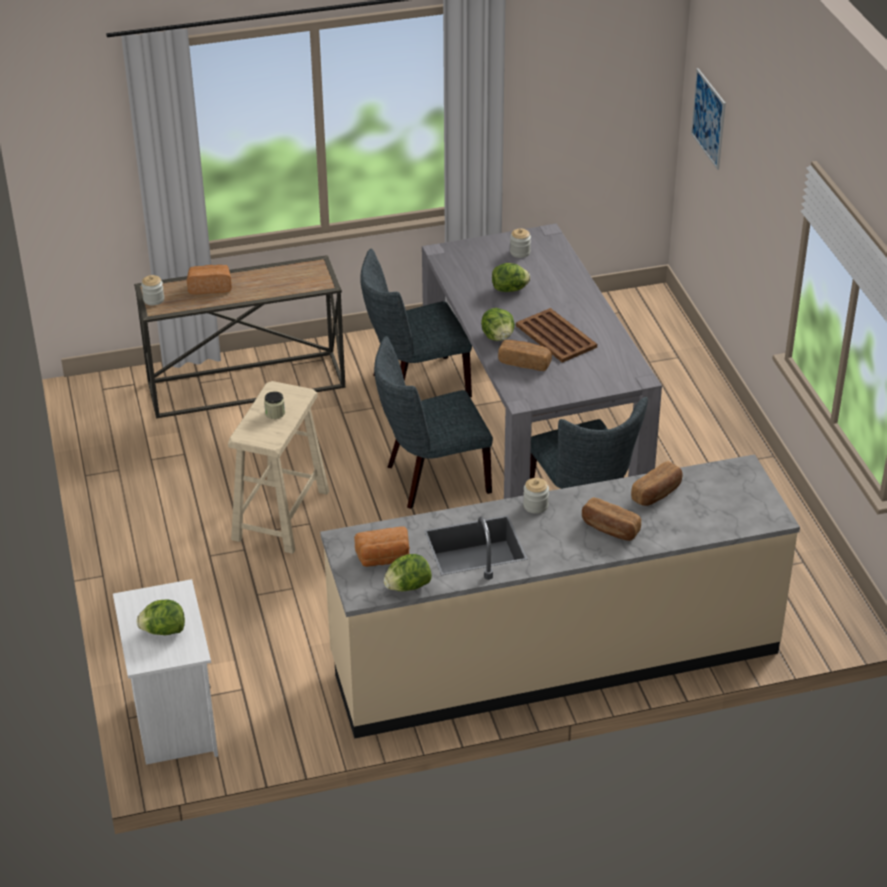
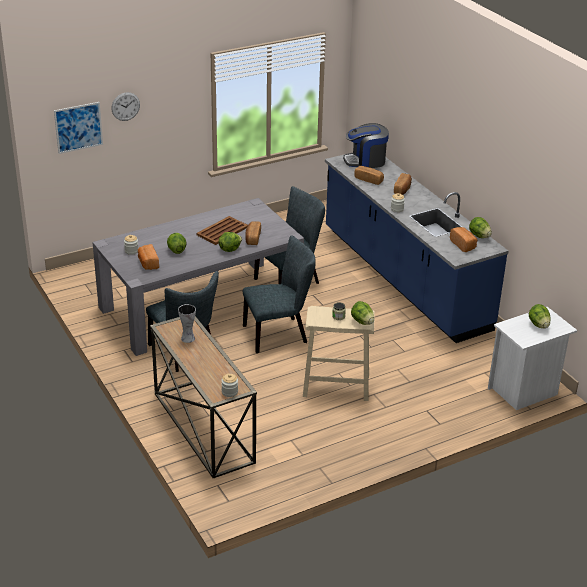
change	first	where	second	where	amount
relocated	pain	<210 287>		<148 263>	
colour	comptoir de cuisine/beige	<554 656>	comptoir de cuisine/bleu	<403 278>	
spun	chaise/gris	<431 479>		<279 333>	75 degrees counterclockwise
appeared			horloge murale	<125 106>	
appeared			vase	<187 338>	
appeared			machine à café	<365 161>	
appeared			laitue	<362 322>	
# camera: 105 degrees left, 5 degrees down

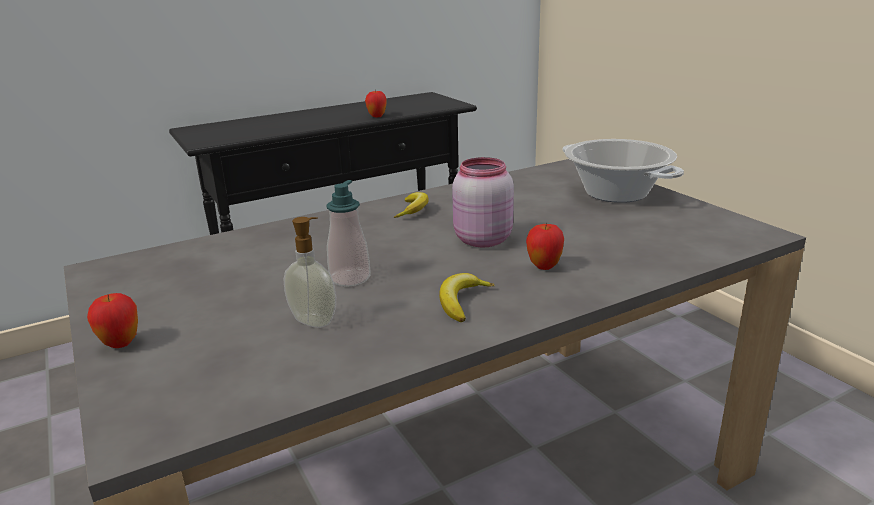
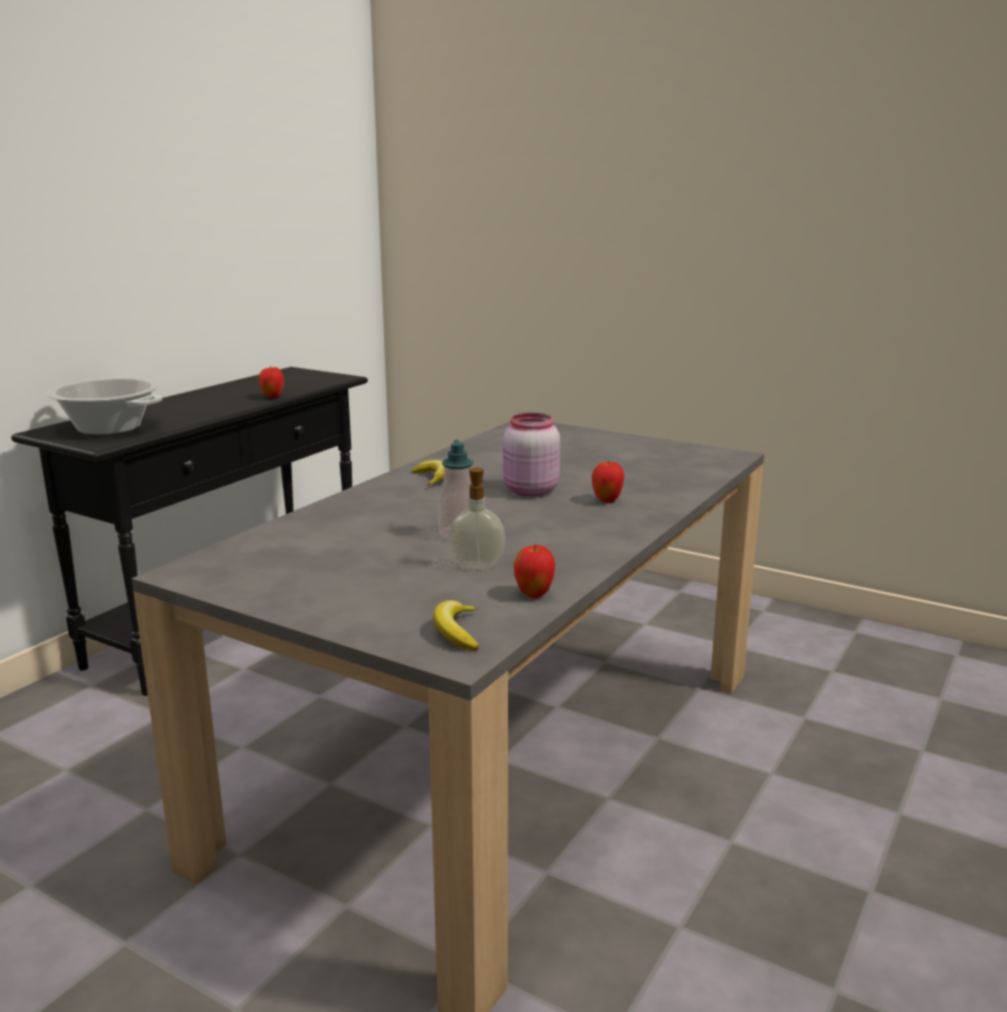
change	first	where	second	where	amount
relocated	pomme	<120 344>		<534 595>	
relocated	banane	<462 302>		<457 632>	
relocated	marmite	<616 193>		<109 428>	
# camera: 30 degrees left, 5 degrees down

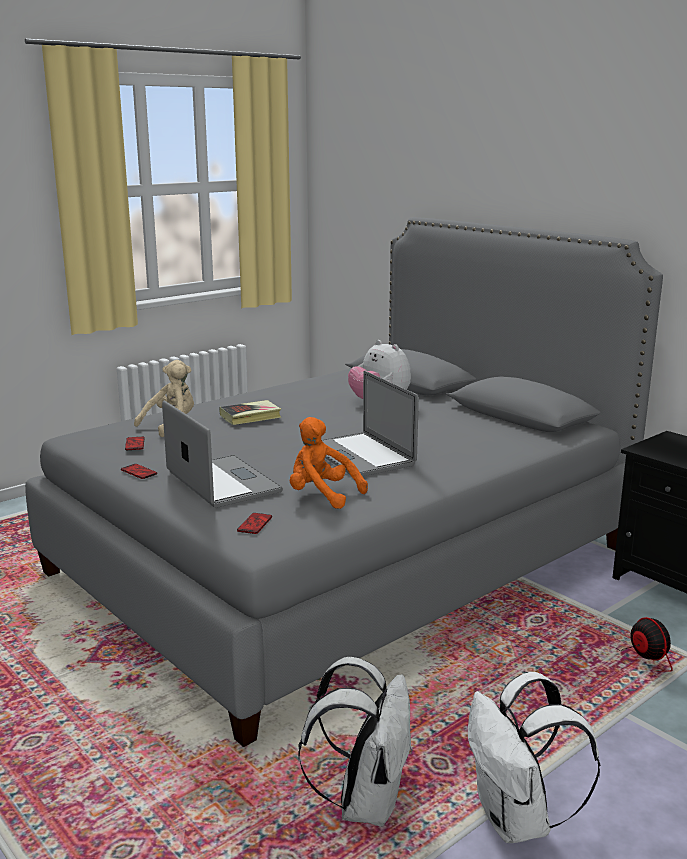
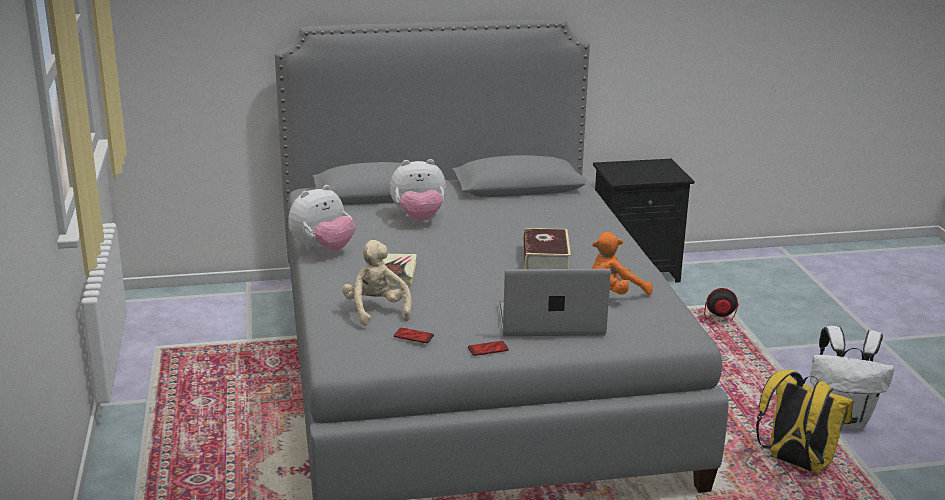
change	first	where	second	where	amount
missing	téléphone	<255 524>			
colour	sac à dos/blanc	<365 801>	sac à dos/jaune	<795 463>	
exchanged	ordinateur portable	<360 455>	livre	<545 259>	
appeared			peluche	<323 250>	
# camera: 60 degrees left, 5 degrees up

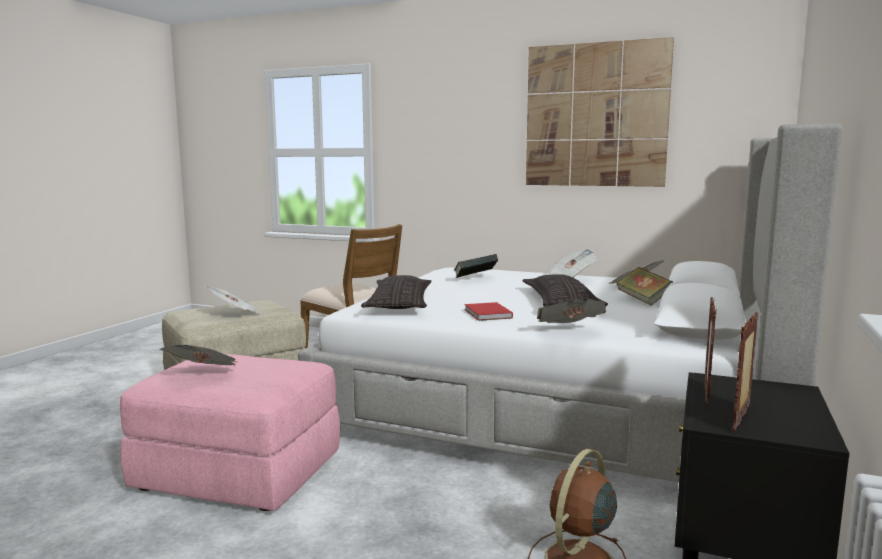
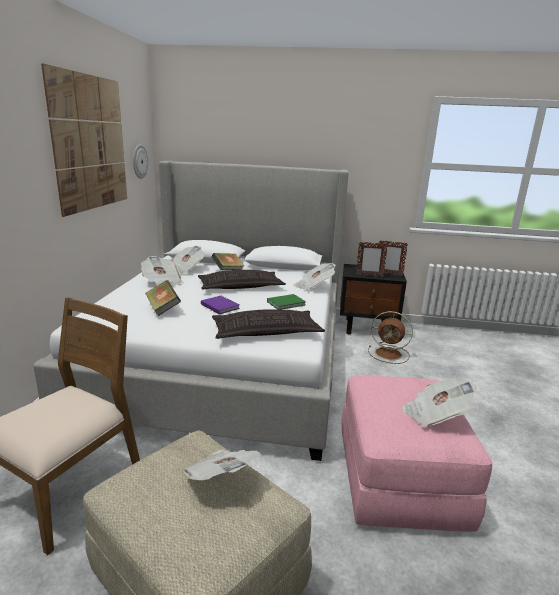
change	first	where	second	where	amount
colour	livre/rouge	<487 314>	livre/vert	<287 303>	
appeared			horloge murale	<139 161>	
appeared			livre/violet	<220 306>	
# camera: 105 degrees left, 10 degrees up

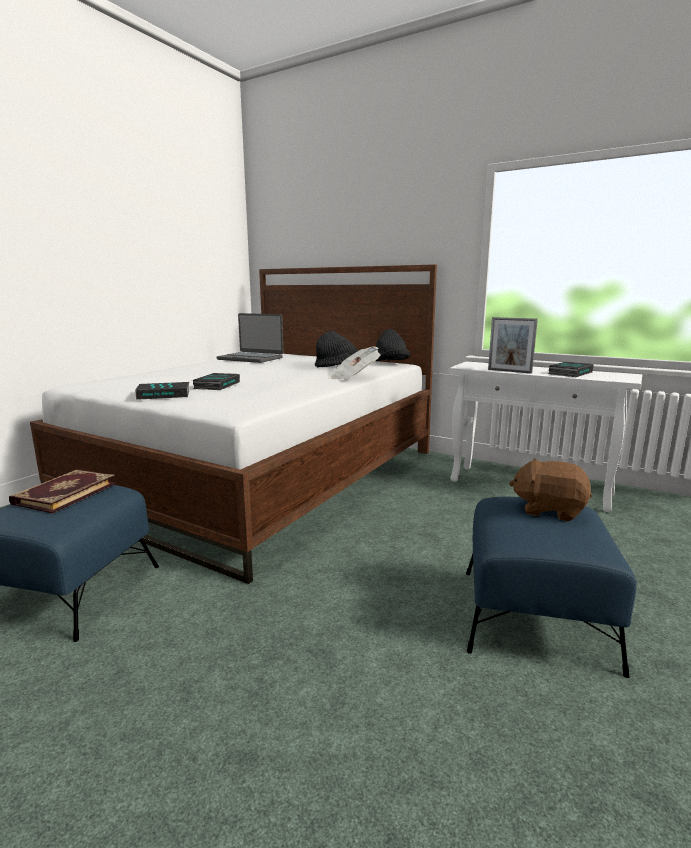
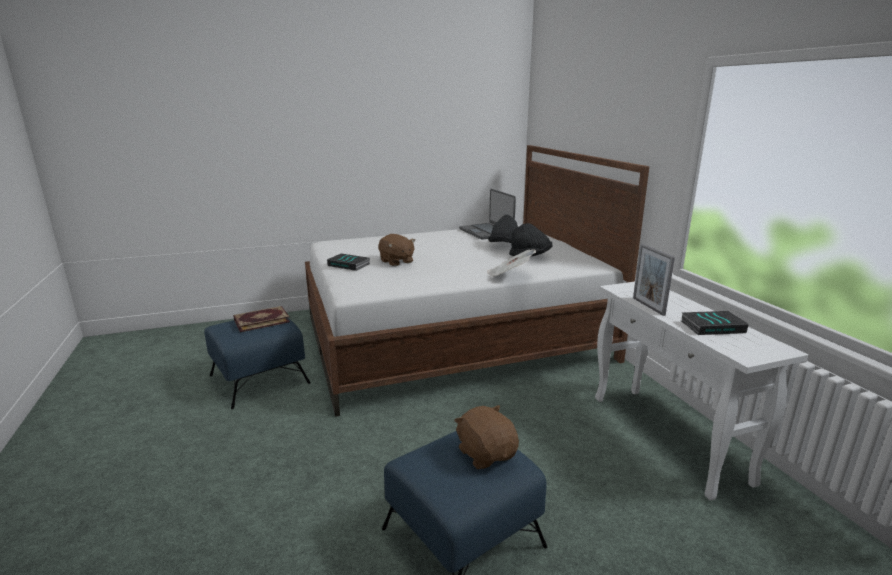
change	first	where	second	where	amount
exchanged	livre	<216 385>	peluche/marron	<396 262>	
relocated	chapeau/noir	<390 363>		<504 246>	
# camera: 40 degrees right, 5 degrees up

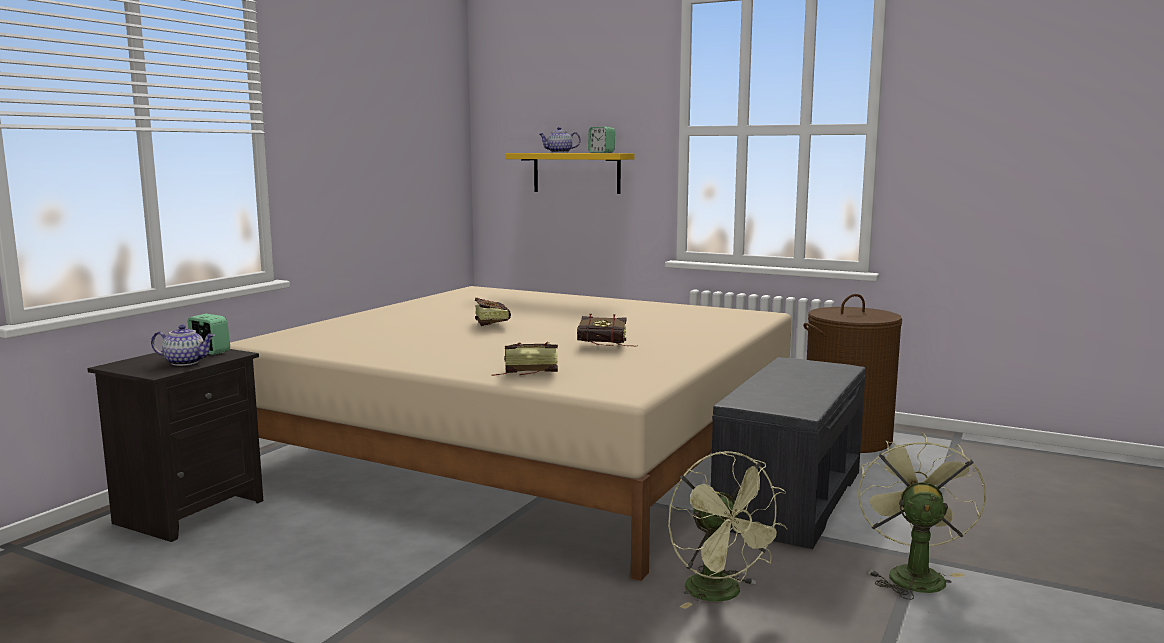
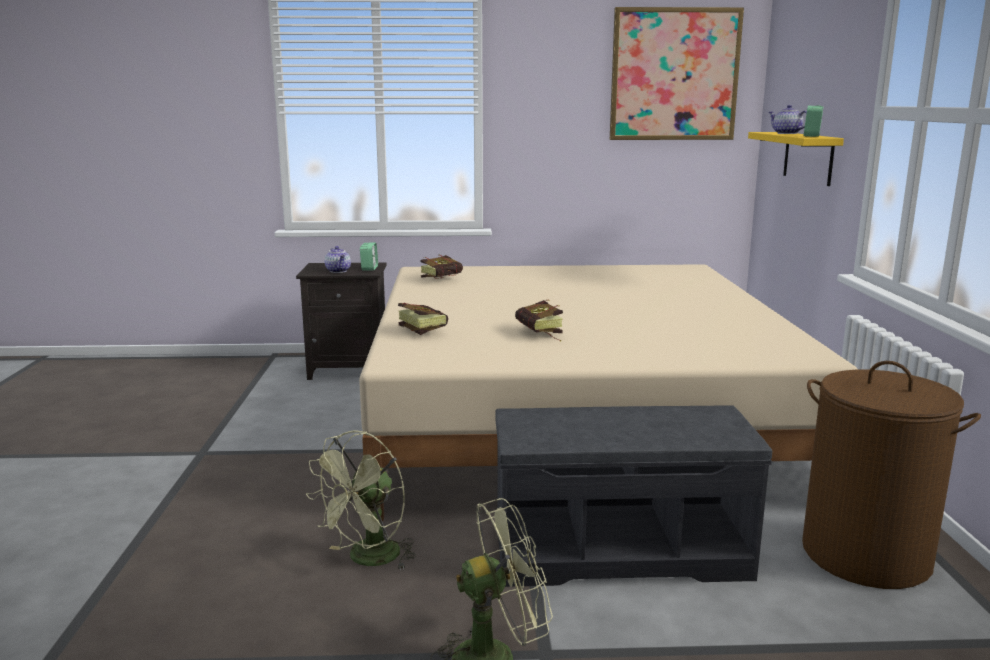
change	first	where	second	where	amount
relocated	livre	<491 324>		<444 279>	
appeared			tableau	<674 75>	
# camera: 60 degrees right, 5 degrees up

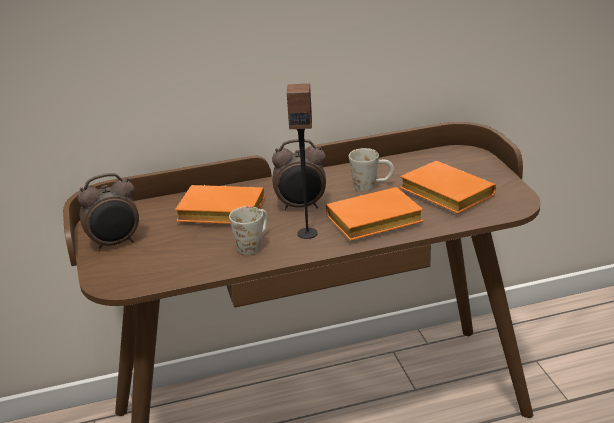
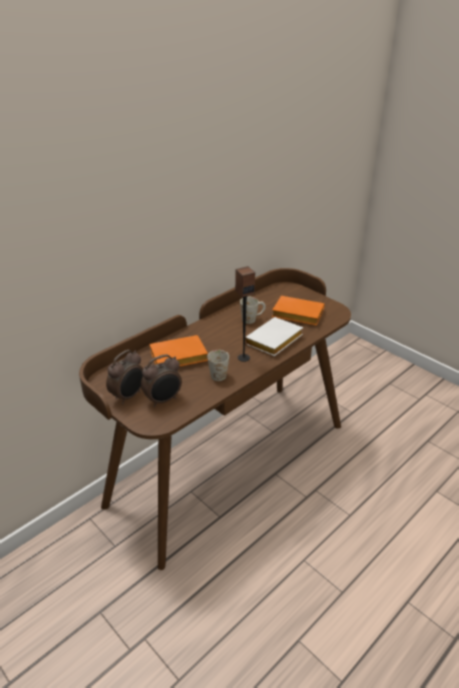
change	first	where	second	where	amount
relocated	réveil	<301 206>		<163 400>	
colour	livre/orange	<372 223>	livre/blanc	<274 342>	
# camera: 30 degrees left, 5 degrees up

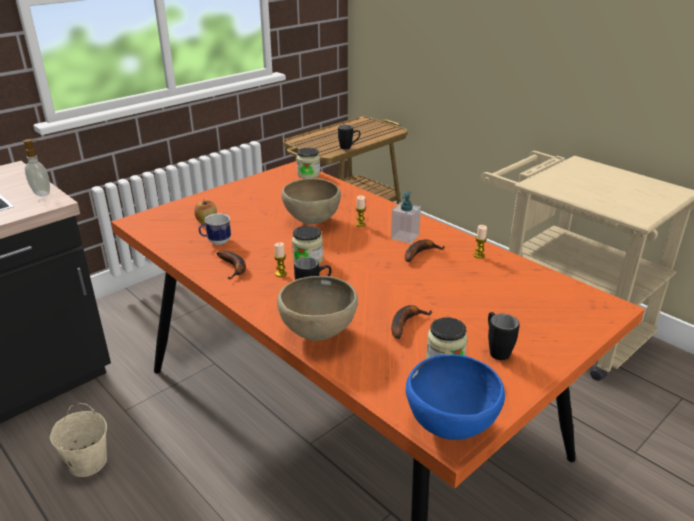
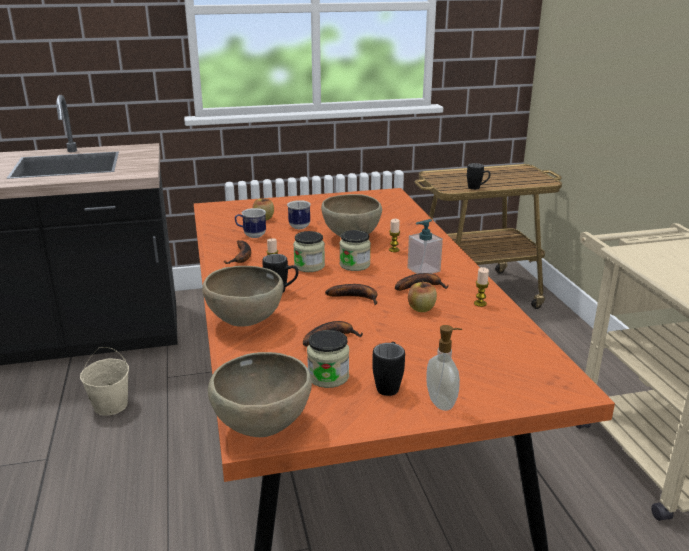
change	first	where	second	where	amount
relocated	distributeur de savon	<42 193>		<442 402>	
relocated	bocal	<308 174>		<354 265>	
colour	bol/bleu	<451 427>	bol/marron	<263 428>	
appeared			mug	<299 228>	
appeared			banane	<356 297>	
appeared			pomme	<421 308>	
# camera: 30 degrees right, 5 degrees down

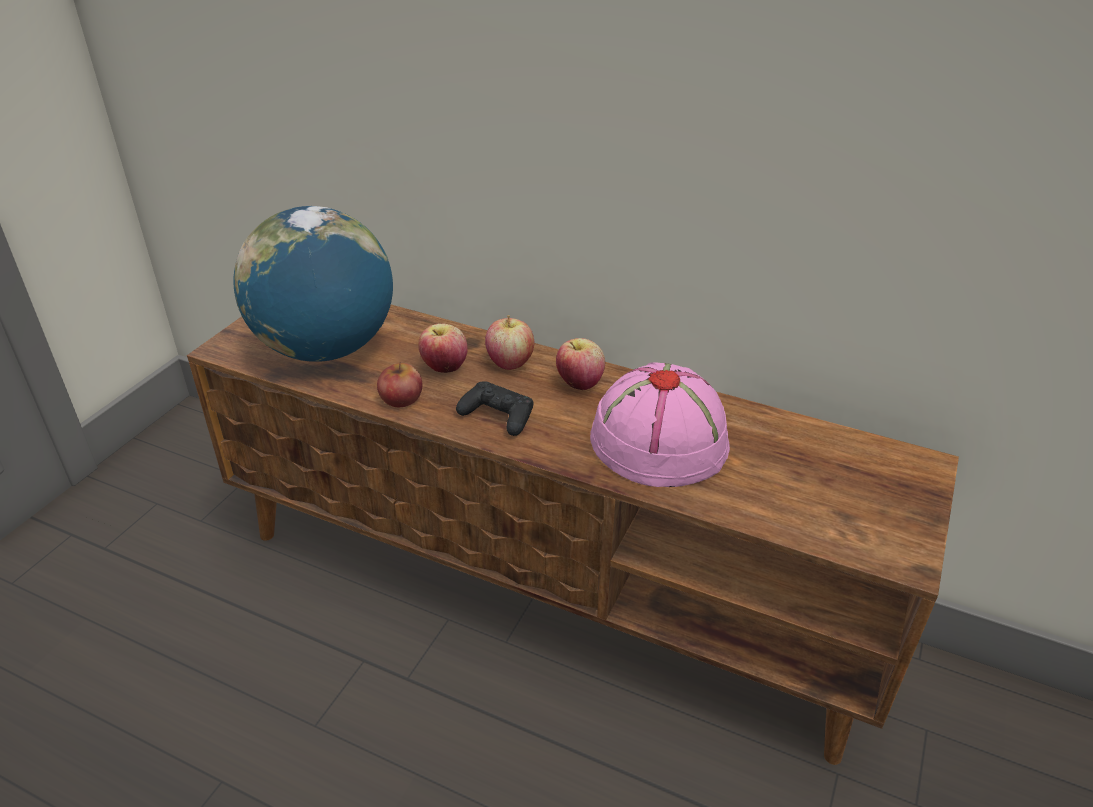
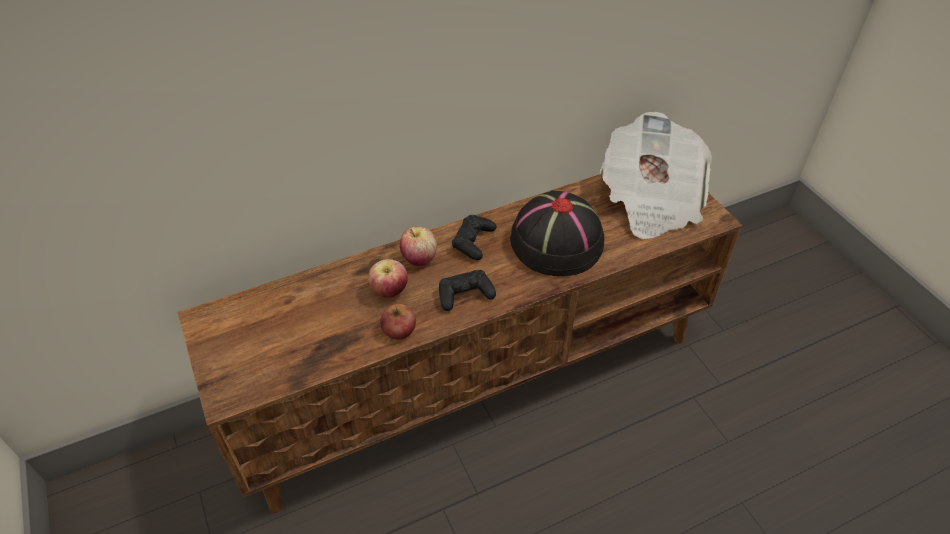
change	first	where	second	where	amount
missing	globe	<326 349>			
exchanged	pomme	<579 383>	manette/noir	<473 241>	
colour	chapeau/rose	<659 439>	chapeau/noir	<555 242>	
appeared			journal	<650 200>	
# camera: 50 degrees left, 10 degrees up

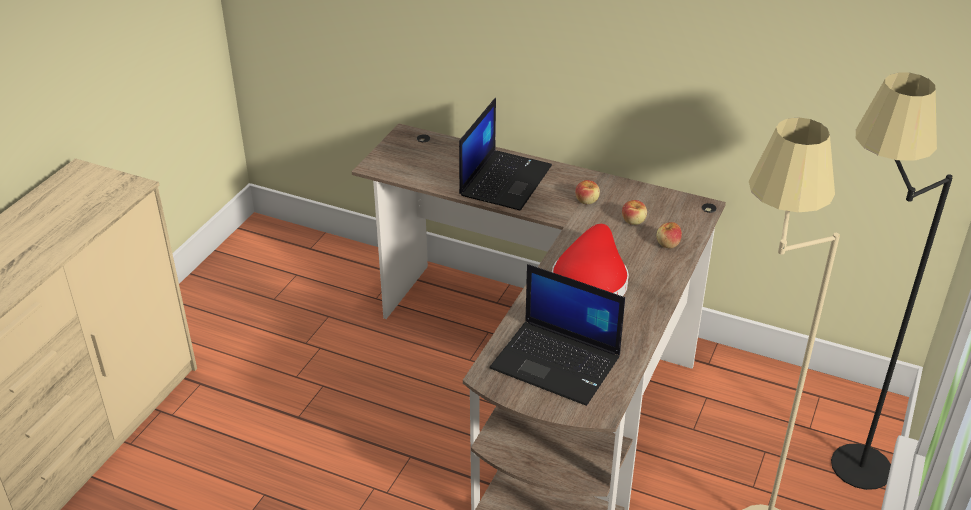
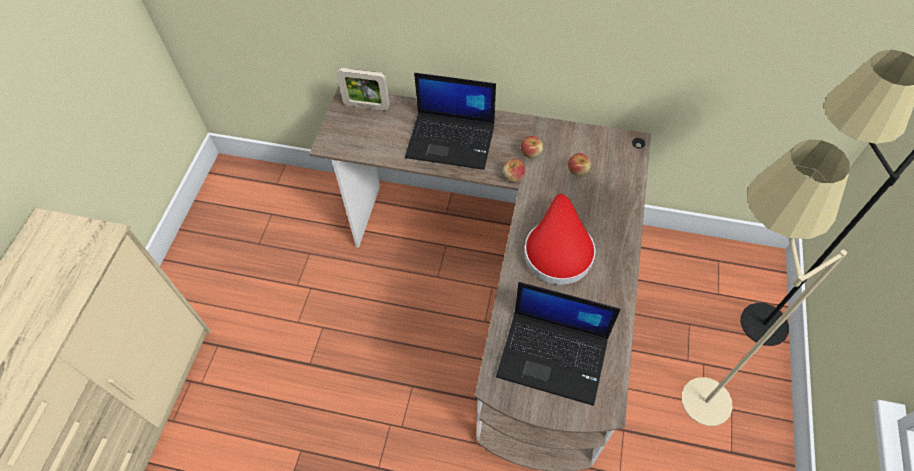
change	first	where	second	where	amount
spun	ordinateur portable	<505 180>		<452 140>	90 degrees clockwise
relocated	pomme	<668 244>		<513 176>	
appeared			cadre photo	<366 106>	
# camera: 10 degrees left, 20 degrees up

